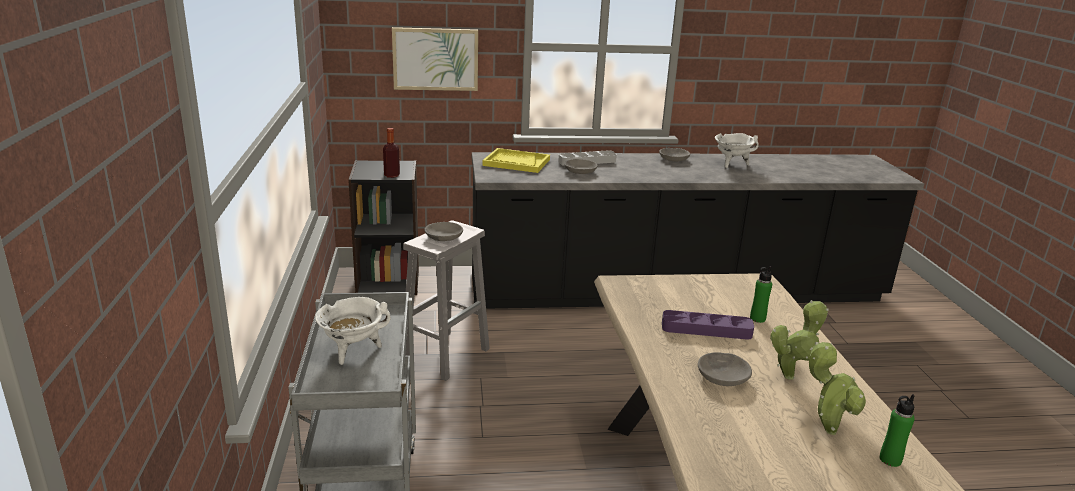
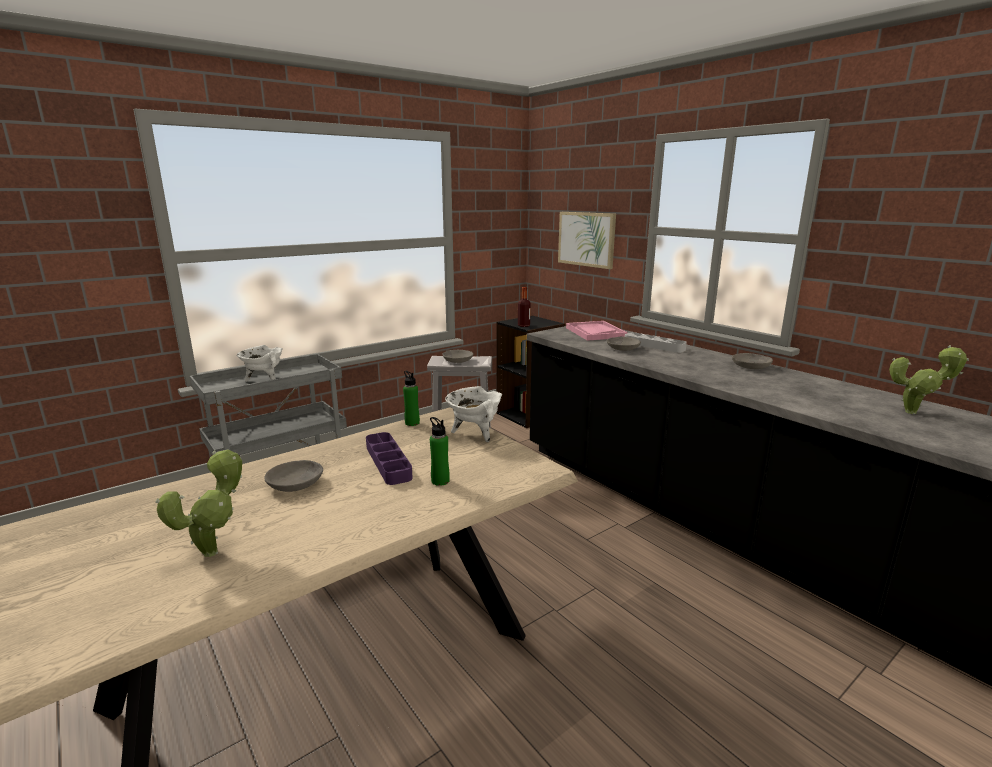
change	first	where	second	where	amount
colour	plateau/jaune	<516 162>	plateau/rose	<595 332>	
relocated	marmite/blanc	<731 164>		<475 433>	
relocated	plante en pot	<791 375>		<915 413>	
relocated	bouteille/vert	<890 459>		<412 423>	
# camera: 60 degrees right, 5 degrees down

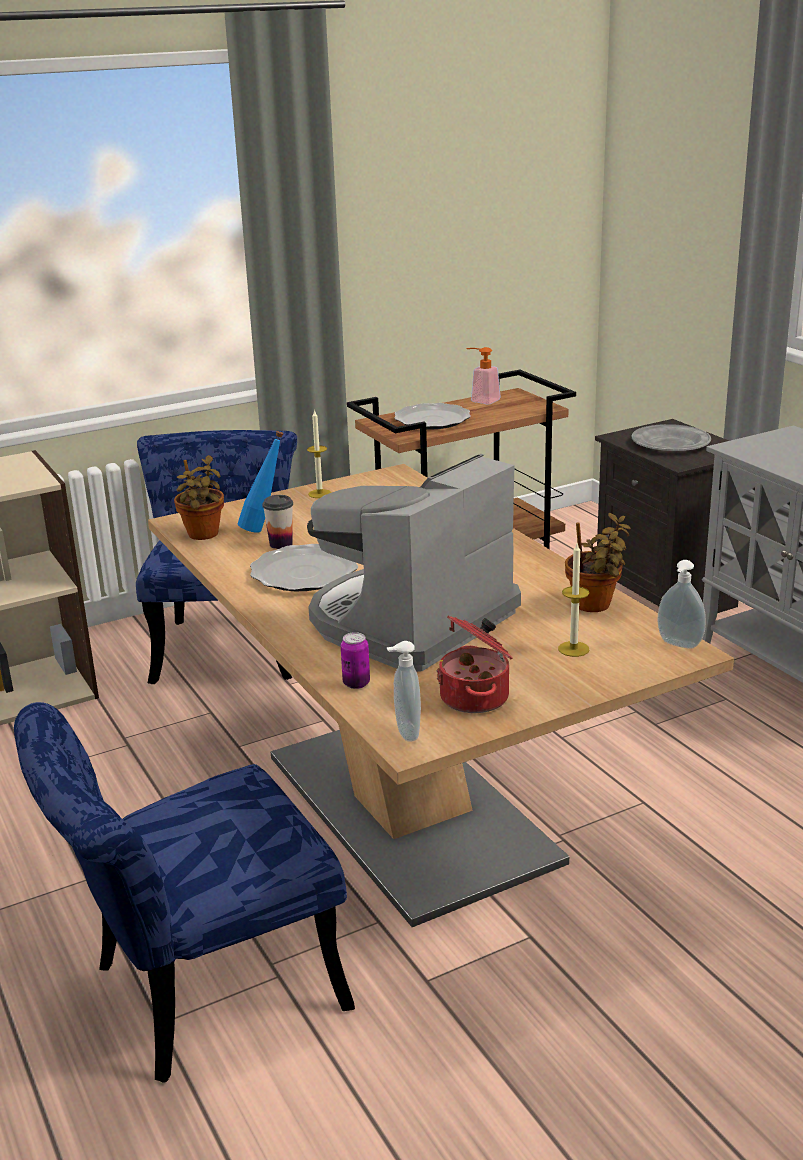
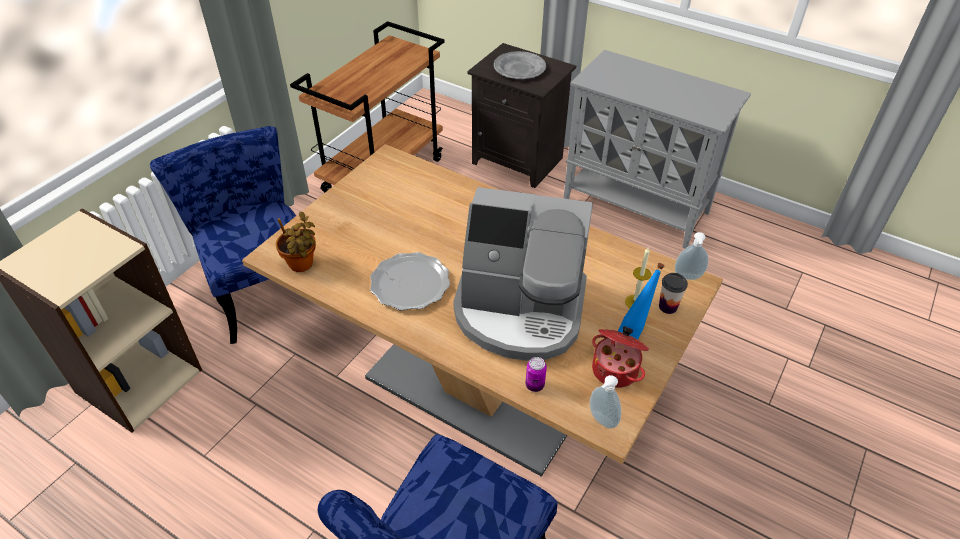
change	first	where	second	where	amount
relocated	bouteille/bleu	<264 529>		<633 334>	
relocated	tasse	<281 544>		<668 307>	
missing	bougie	<319 494>			
spun	machine à café	<410 622>		<520 311>	90 degrees counterclockwise
missing	assiette	<432 419>			
missing	distributeur de savon	<481 400>			
missing	plante en pot	<595 606>			
# camera: 30 degrees left, 20 degrees up

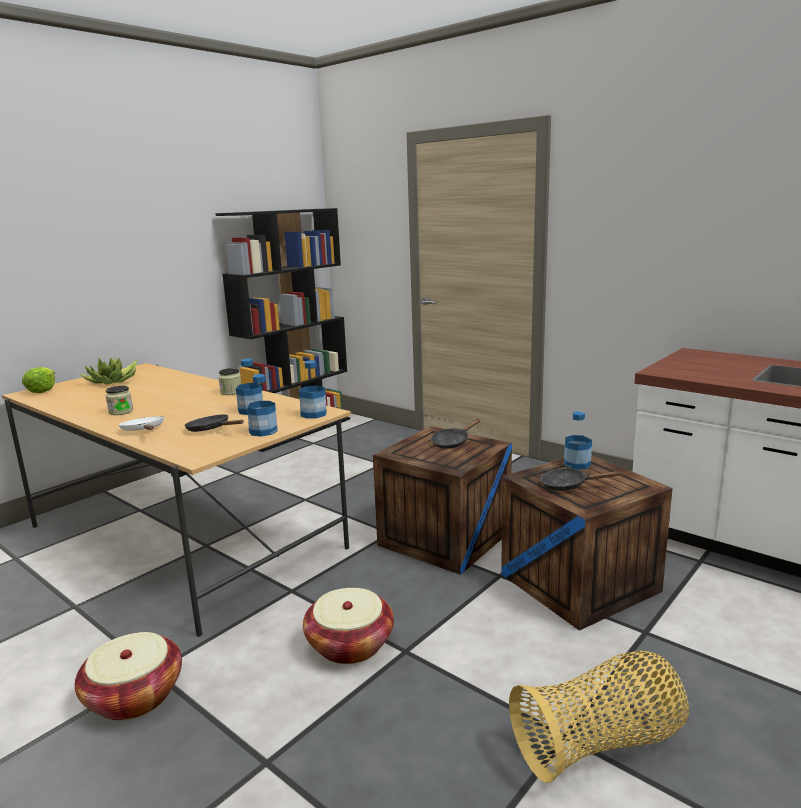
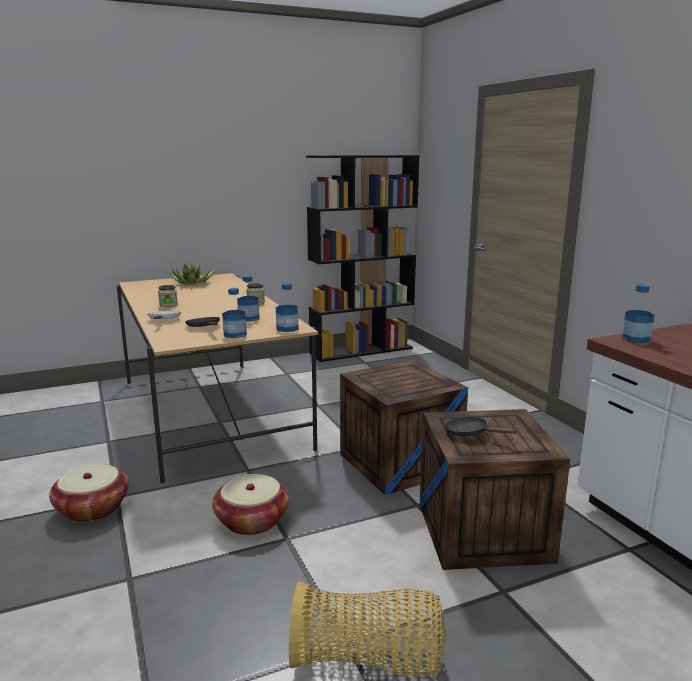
change	first	where	second	where	amount
missing	laitue	<42 390>			
missing	poêle/noir	<452 442>			
relocated	bouteille	<577 464>		<636 339>	
# camera: 25 degrees right, 0 degrees up

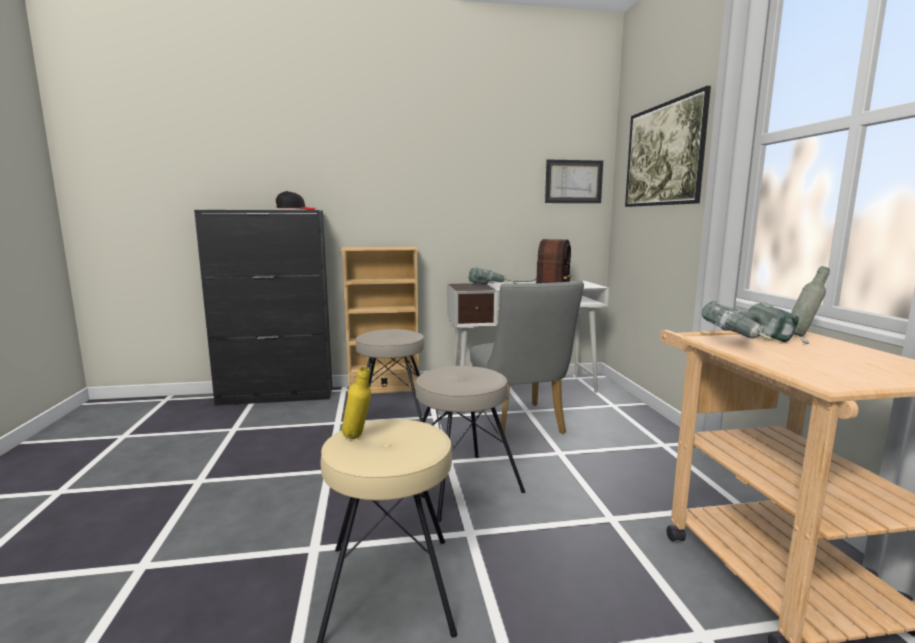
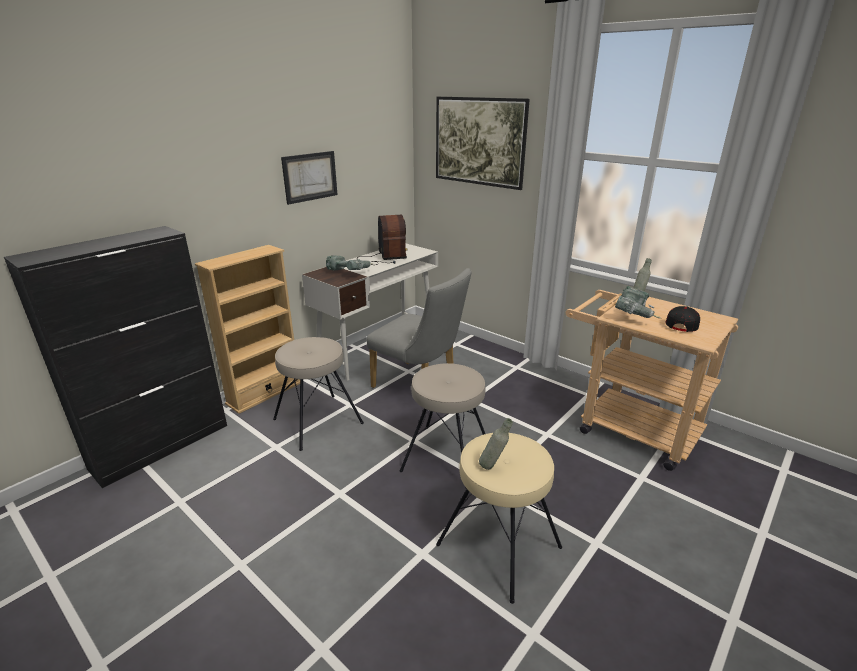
change	first	where	second	where	amount
relocated	casquette/noir	<296 209>		<682 324>	
colour	bouteille/jaune	<358 439>	bouteille/gris	<493 466>	
relocated	tableau	<573 181>		<310 177>	
# camera: 40 degrees left, 15 degrees up

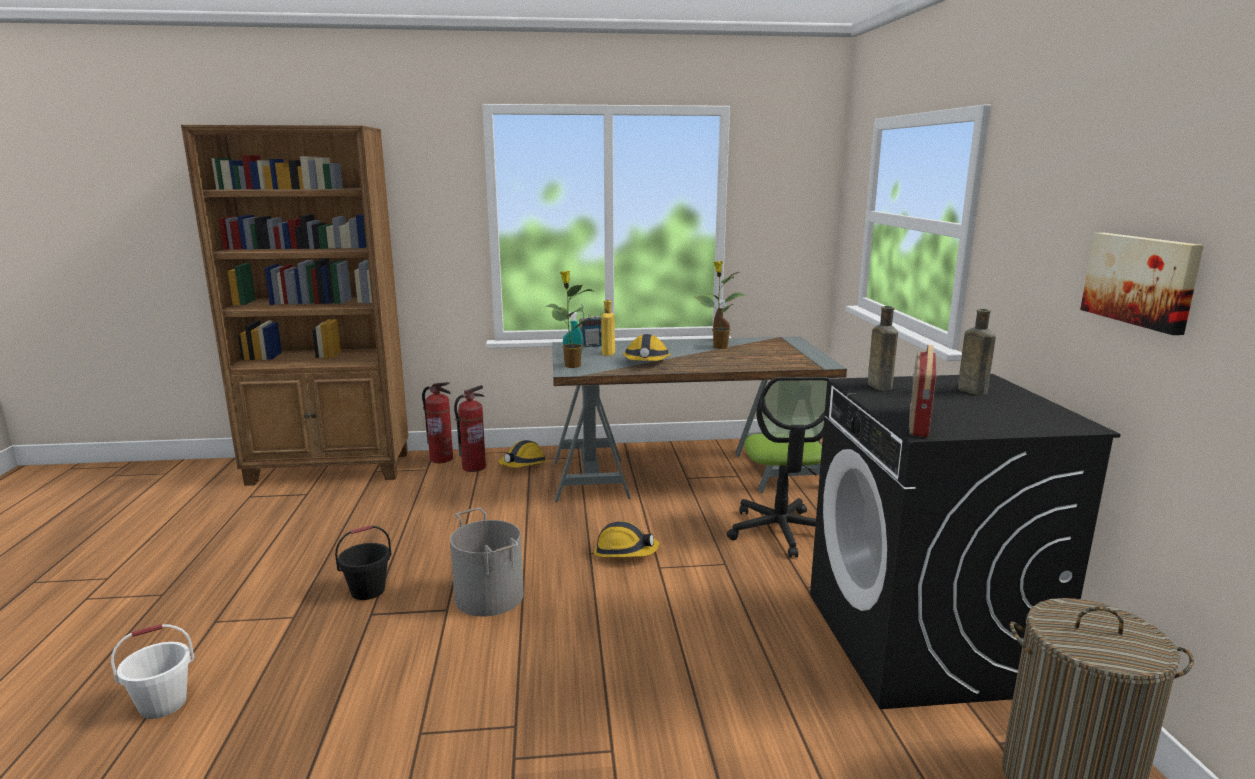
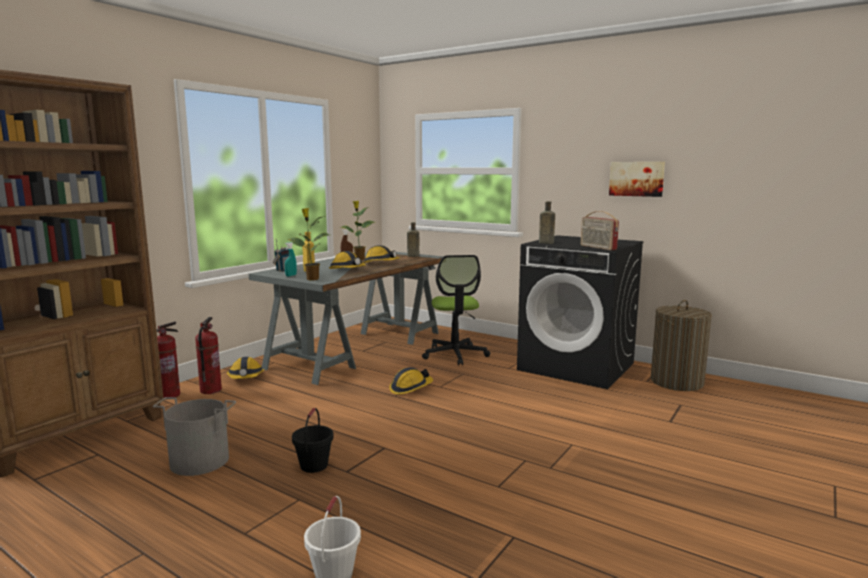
change	first	where	second	where	amount
relocated	seau/gris	<488 597>		<199 461>	
spun	chaise de bureau	<780 531>		<455 354>	45 degrees clockwise
relocated	bouteille/marron	<970 390>		<412 256>	
appeared			casque de chantier	<381 263>	
# camera: 50 degrees left, 5 degrees down

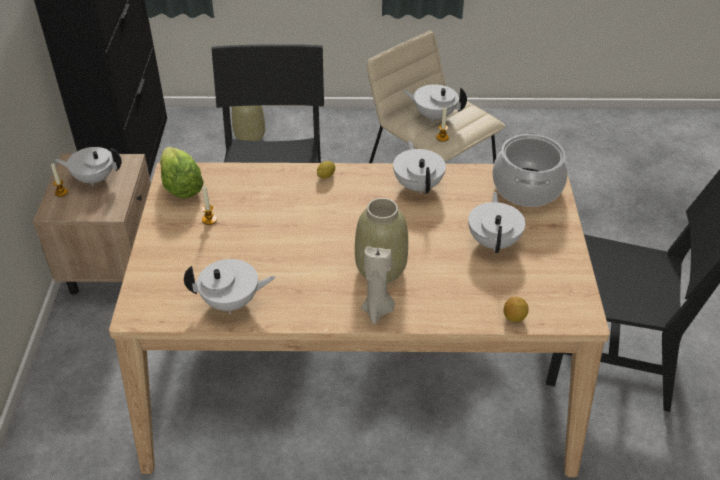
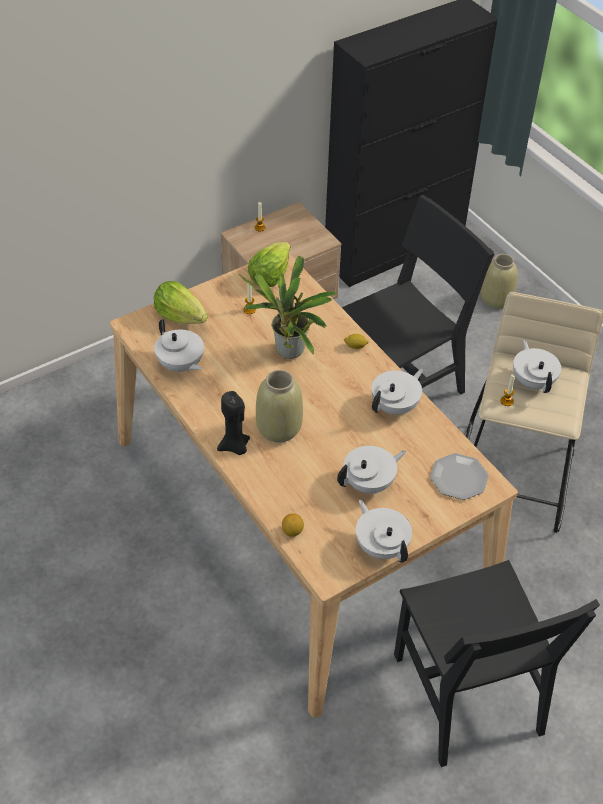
change	first	where	second	where	amount
relocated	théière/blanc	<94 178>		<381 546>	
colour	bougie/beige	<377 311>	bougie/noir	<235 447>	
exchanged	marmite	<527 188>	assiette	<458 478>	
appeared			laitue	<180 316>	
appeared			plante en pot	<289 354>	
# camera: 55 degrees right, 5 degrees up

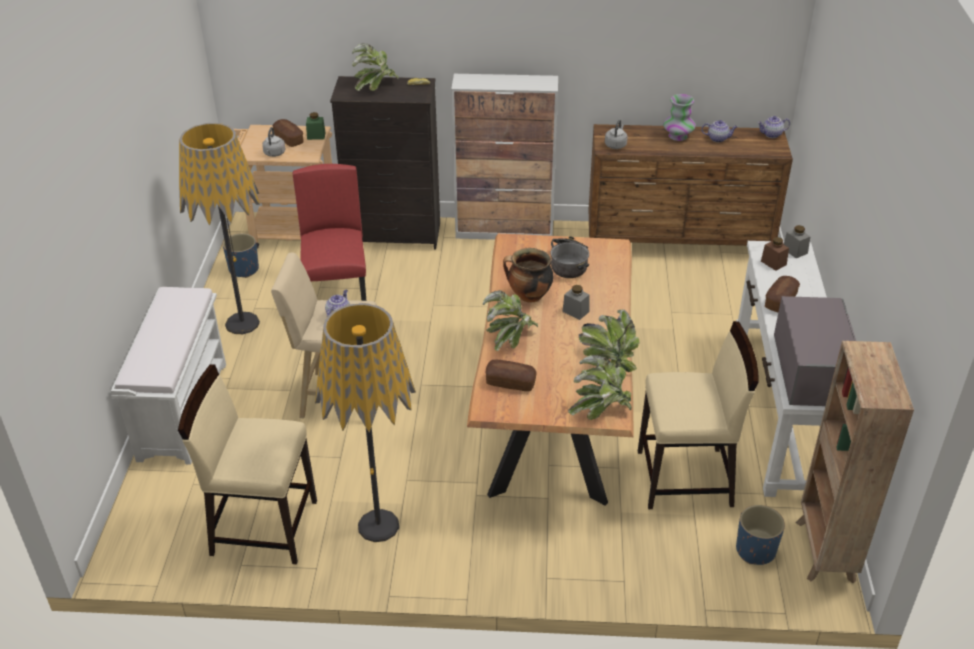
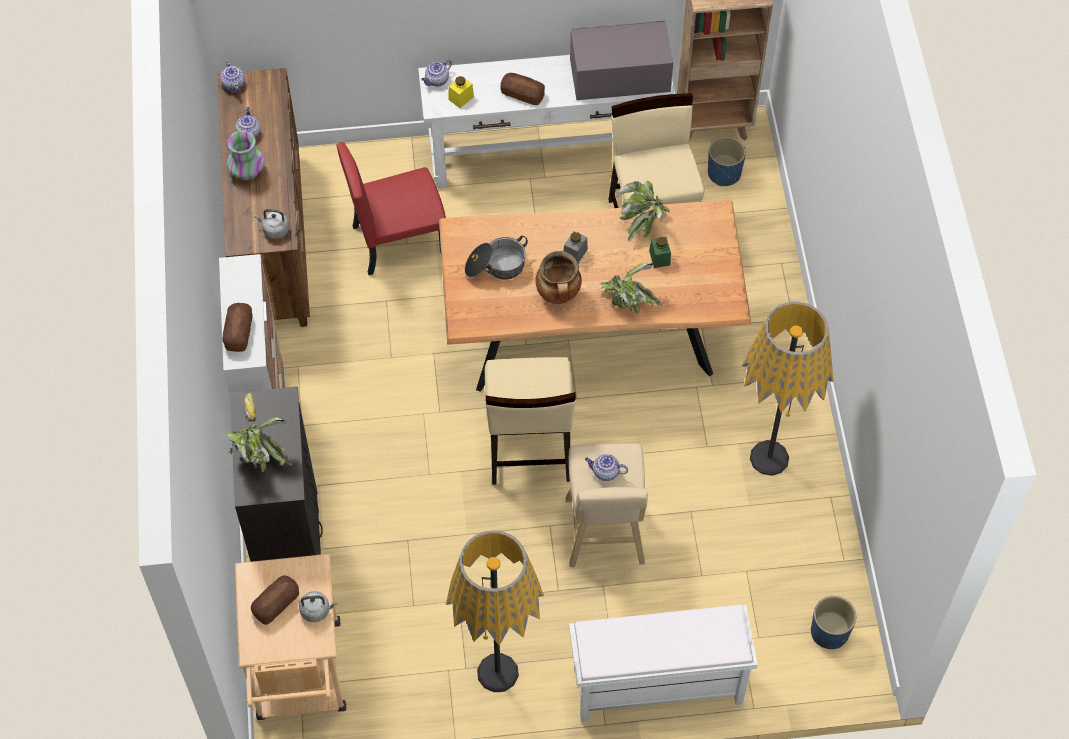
change	first	where	second	where	amount
relocated	chaise/beige	<263 526>		<528 447>	
relocated	cache-pot/bleu	<243 269>		<829 632>	
relocated	chaise/rouge	<337 292>		<398 239>	
relocated	bocal/vert	<316 136>		<659 258>	
relocated	pain	<510 382>		<239 332>	
missing	plante en pot	<600 409>			
colour	bocal/marron	<773 263>	bocal/jaune	<461 98>	
exchanged	bocal/gris	<795 251>	théière	<437 80>	
# camera: 100 degrees left, 20 degrees up

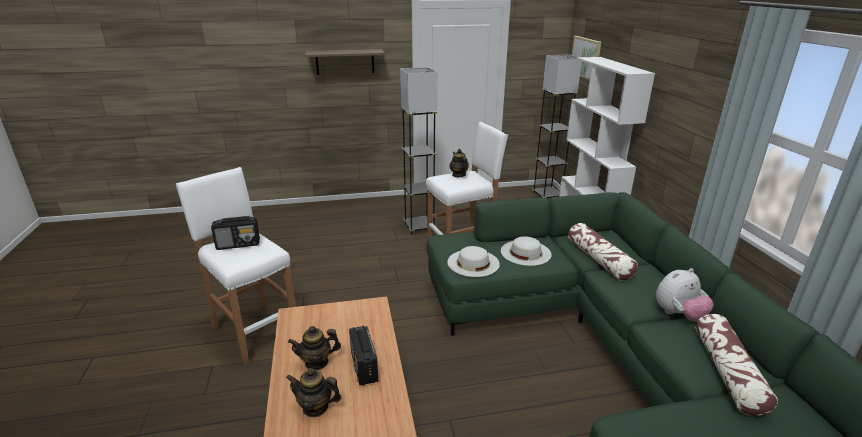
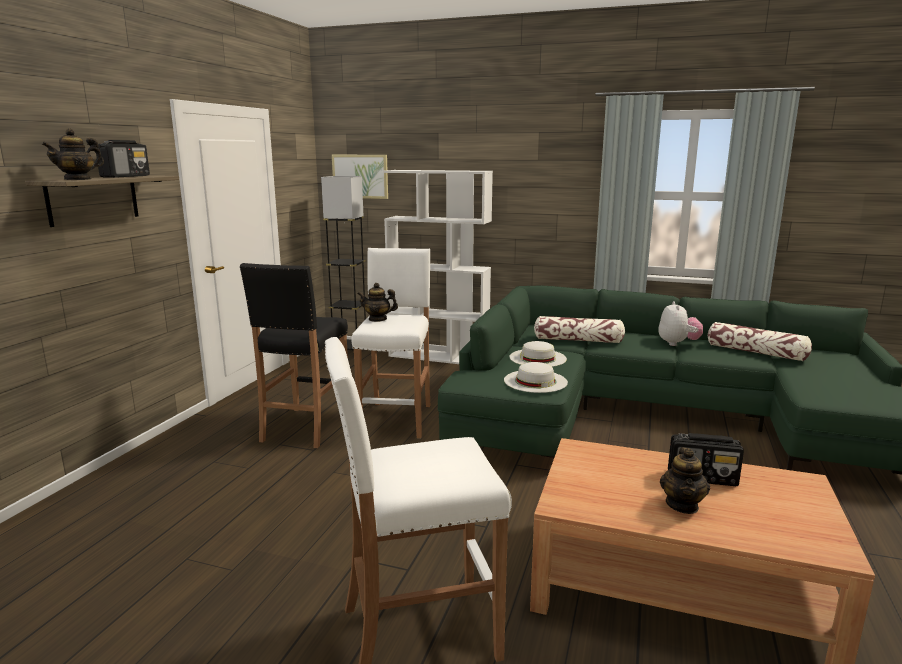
change	first	where	second	where	amount
relocated	radio	<238 244>		<126 176>	
relocated	théière	<315 407>		<78 179>	
exchanged	lampadaire/gris	<419 227>	tabouret/noir	<305 428>	
# camera: 60 degrees left, 10 degrees down

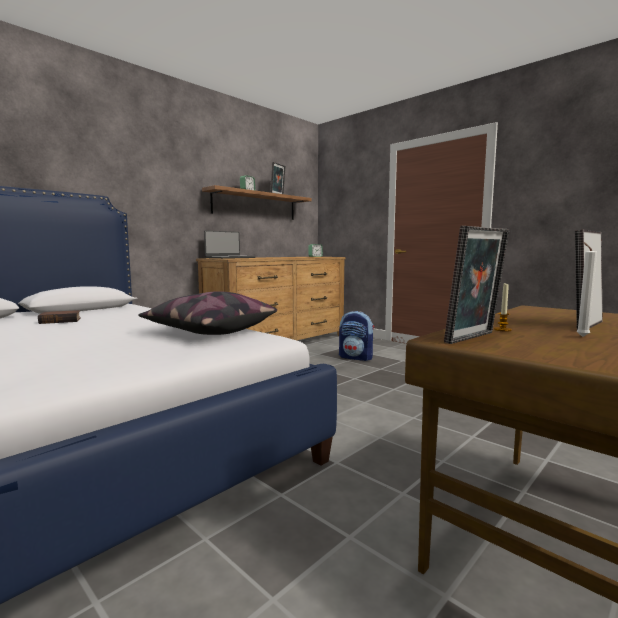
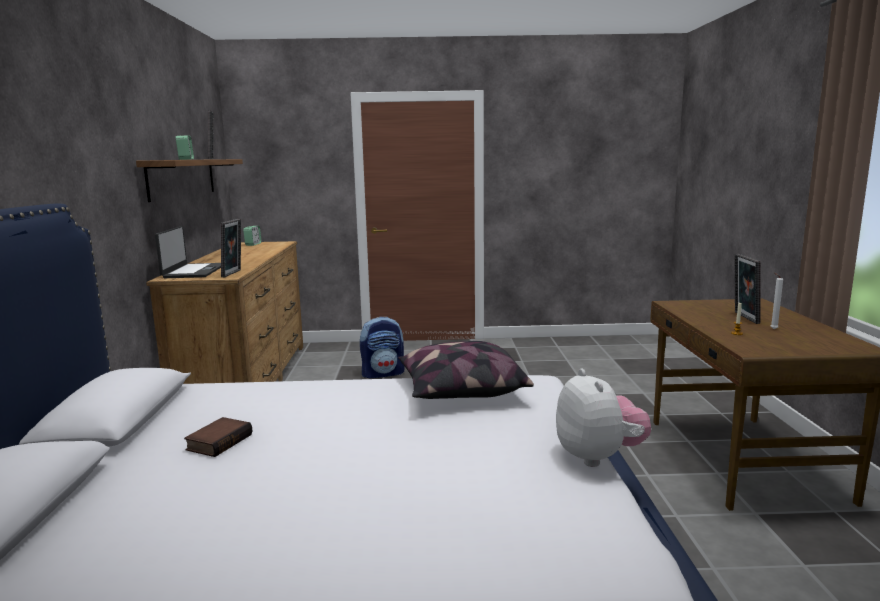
change	first	where	second	where	amount
relocated	cadre photo	<474 338>		<233 273>	
appeared			peluche	<598 457>	
# camera: 45 degrees left, 5 degrees up

